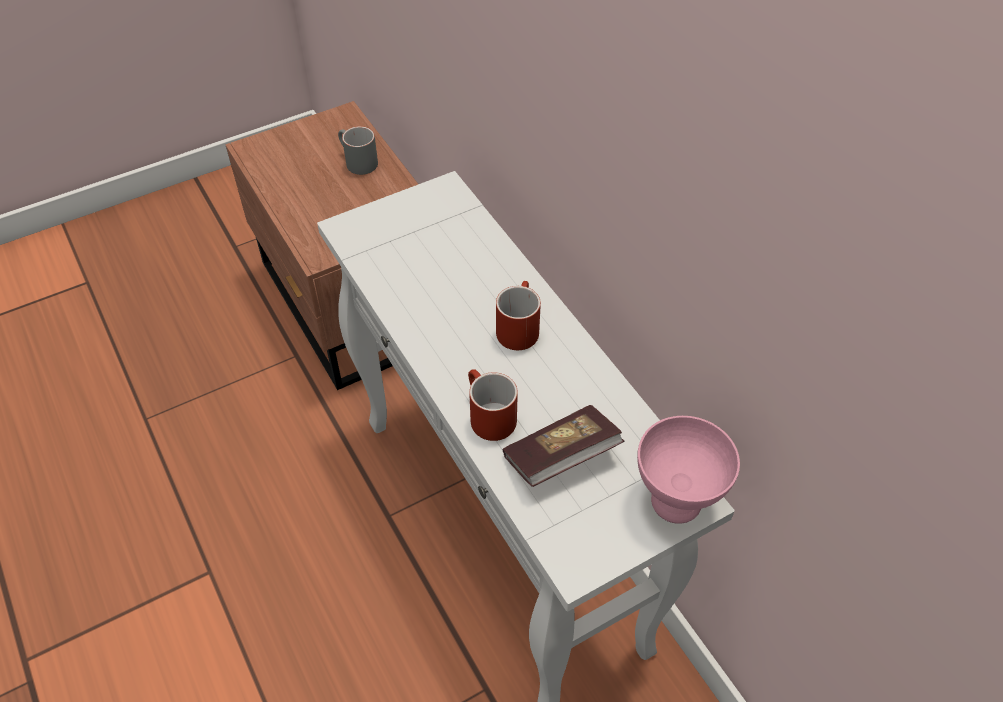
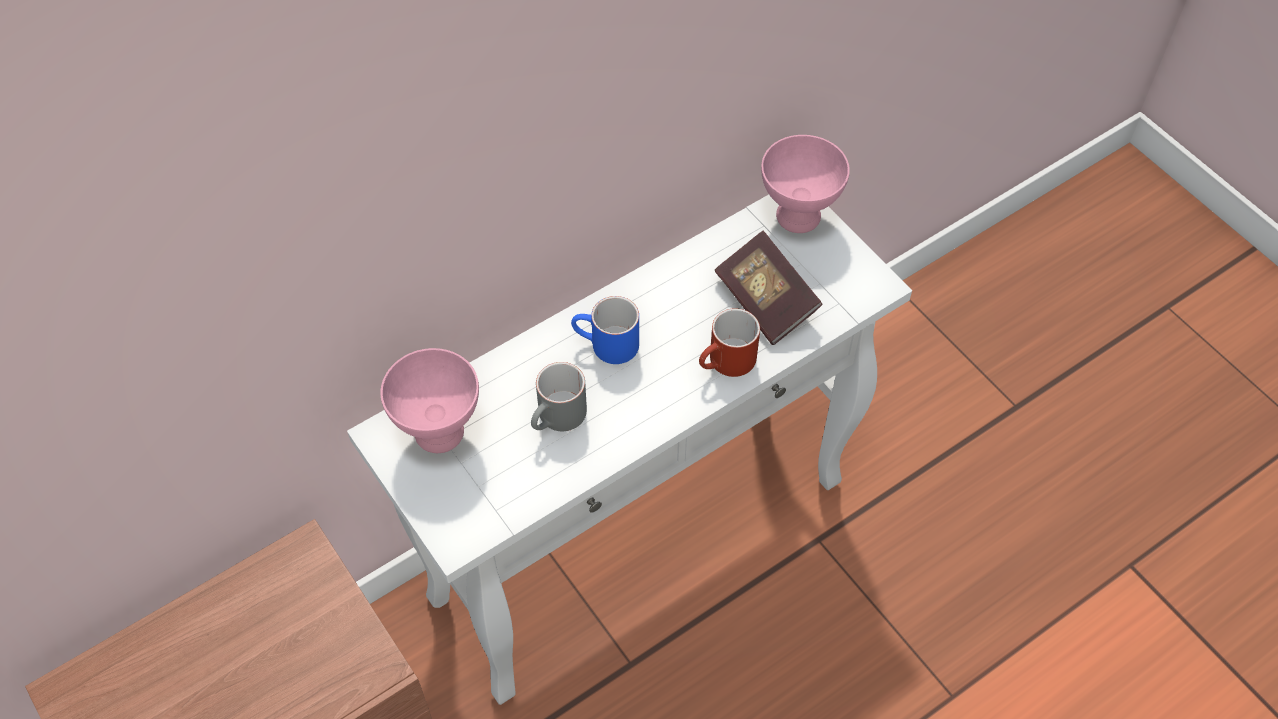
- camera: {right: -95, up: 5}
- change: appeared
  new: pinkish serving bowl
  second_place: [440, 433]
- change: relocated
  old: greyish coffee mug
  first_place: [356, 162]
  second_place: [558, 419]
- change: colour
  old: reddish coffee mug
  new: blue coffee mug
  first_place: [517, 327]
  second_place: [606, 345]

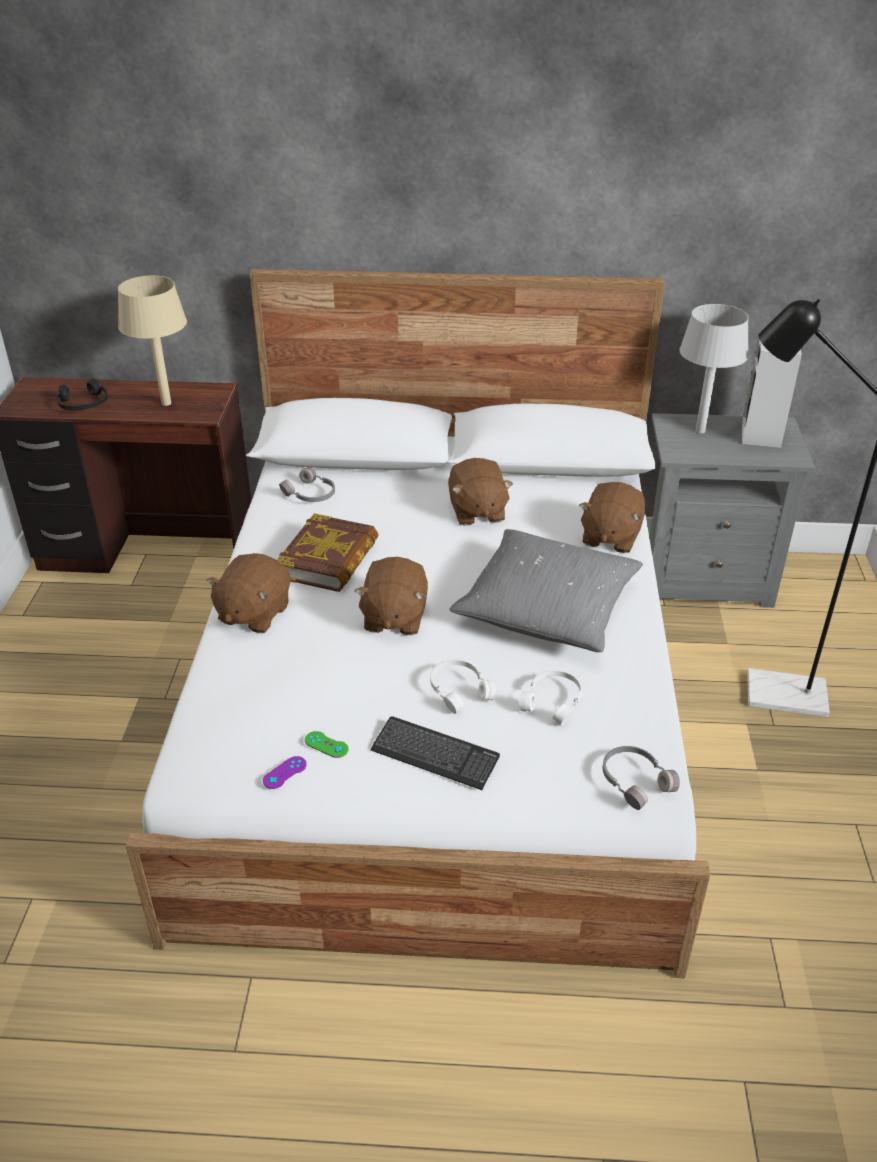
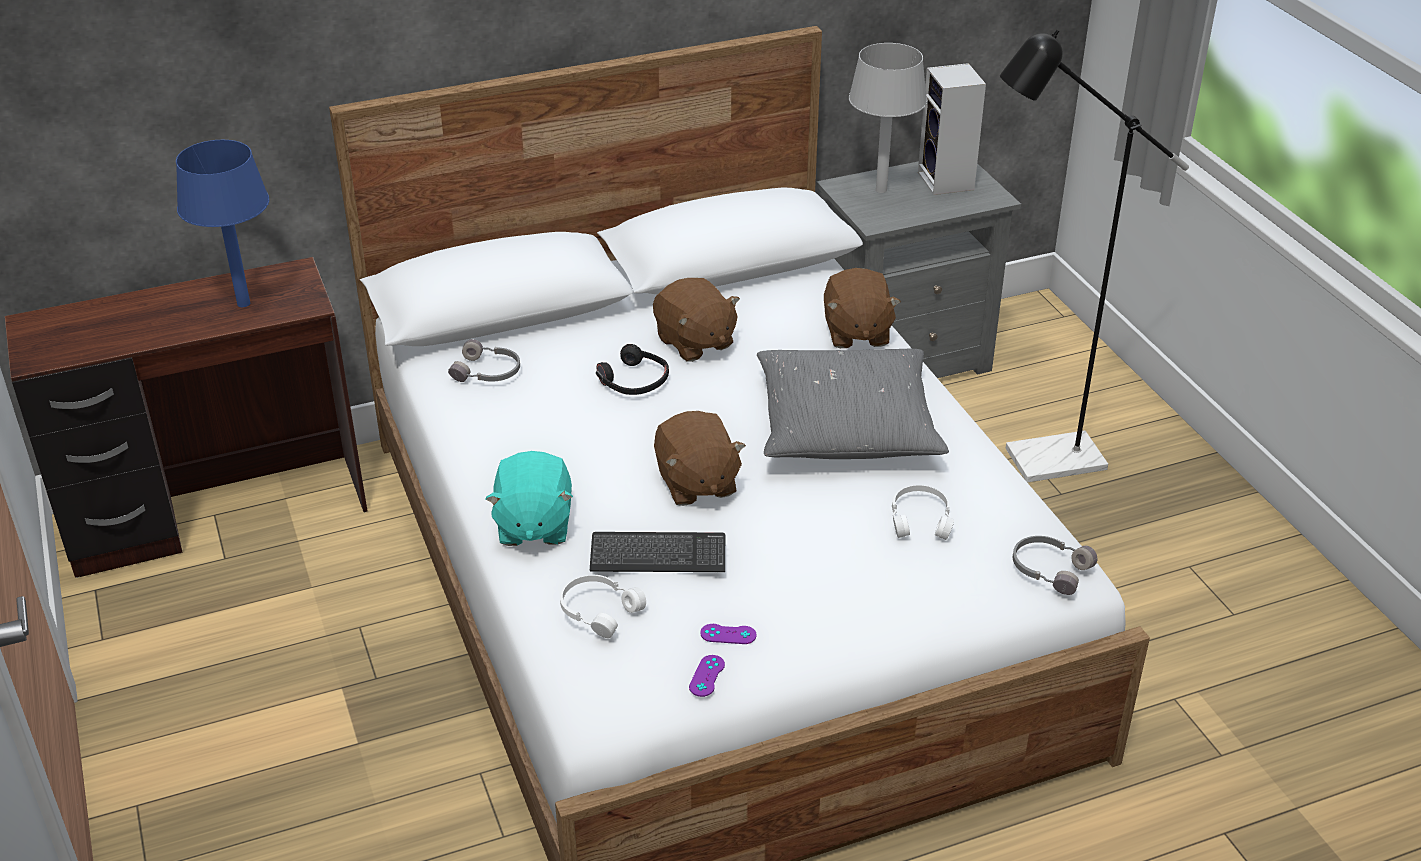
- camera: {right: -25, up: 0}
- change: missing
  old: volume
  first_place: [329, 560]
- change: relocated
  old: blackish pair of headphones
  first_place: [83, 404]
  second_place: [634, 381]
- change: relocated
  old: computer keyboard
  first_place: [435, 755]
  second_place: [658, 555]
- change: relocated
  old: white pair of headphones
  first_place: [459, 690]
  second_place: [599, 610]
- change: colour
  old: beige tabletop lamp
  new: blue tabletop lamp
  first_place: [166, 403]
  second_place: [242, 303]
- change: colour
  old: brownish plush toy
  new: turquoise plush toy
  first_place: [253, 613]
  second_place: [533, 525]
- change: colour
  old: green-coloured gamepad
  new: purple gamepad
  first_place: [326, 744]
  second_place: [728, 634]

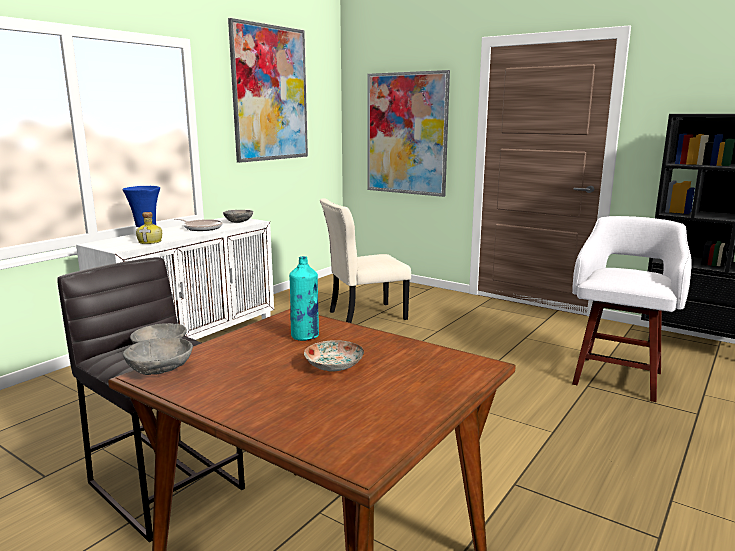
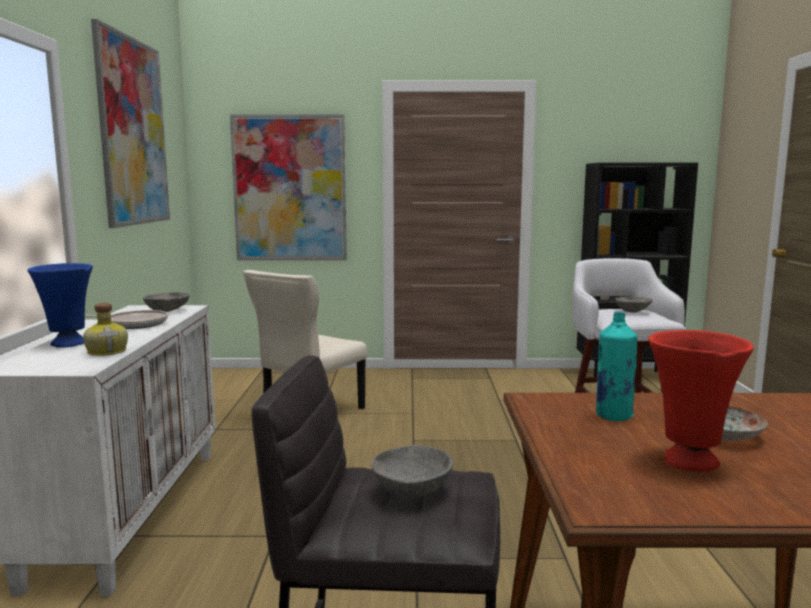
- camera: {right: -35, up: -5}
- change: appeared
  new: reddish vase
  second_place: [688, 462]
- change: relocated
  old: greyish serving bowl
  first_place: [161, 371]
  second_place: [633, 311]

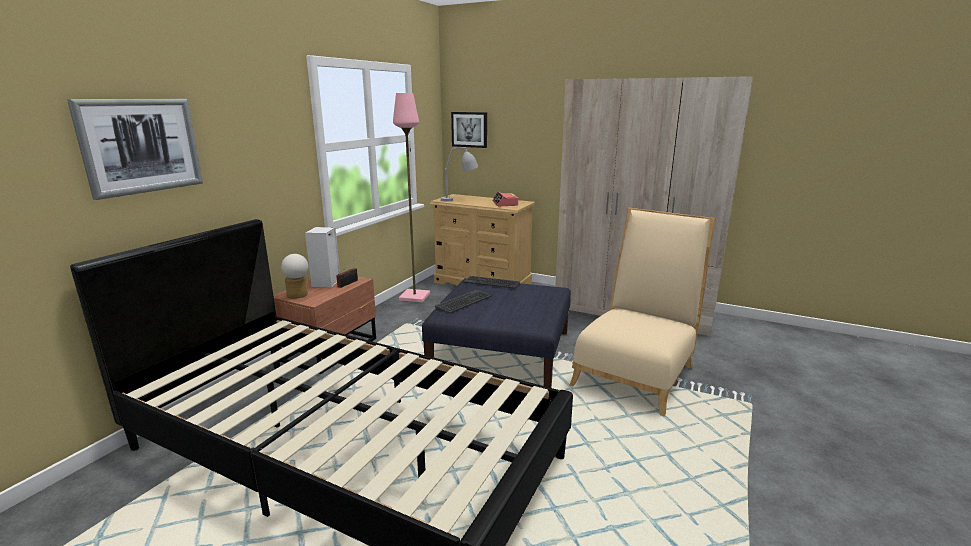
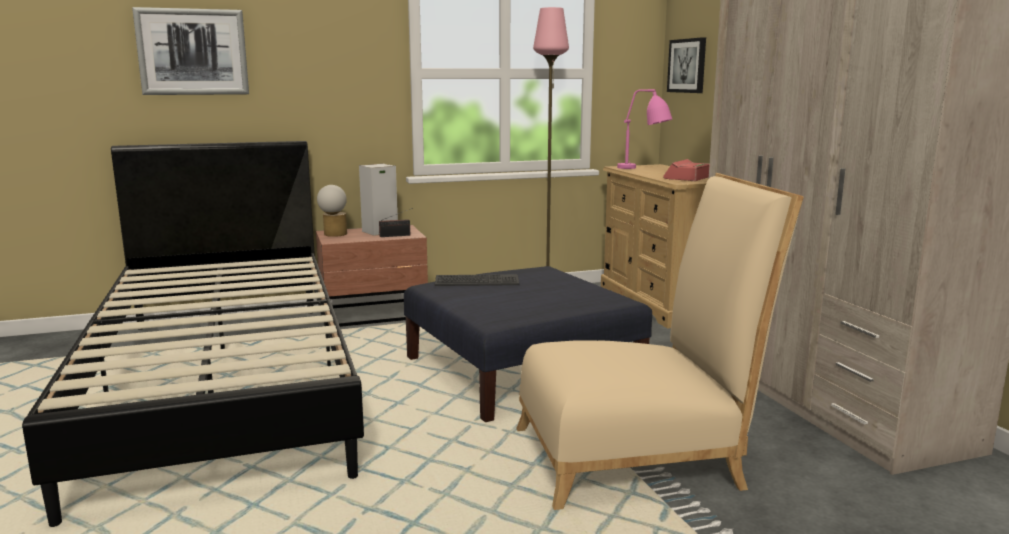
- camera: {right: 45, up: -5}
- change: missing
  old: computer keyboard
  first_place: [492, 282]
- change: colour
  old: greyish tabletop lamp
  new: pinkish tabletop lamp
  first_place: [460, 200]
  second_place: [644, 169]

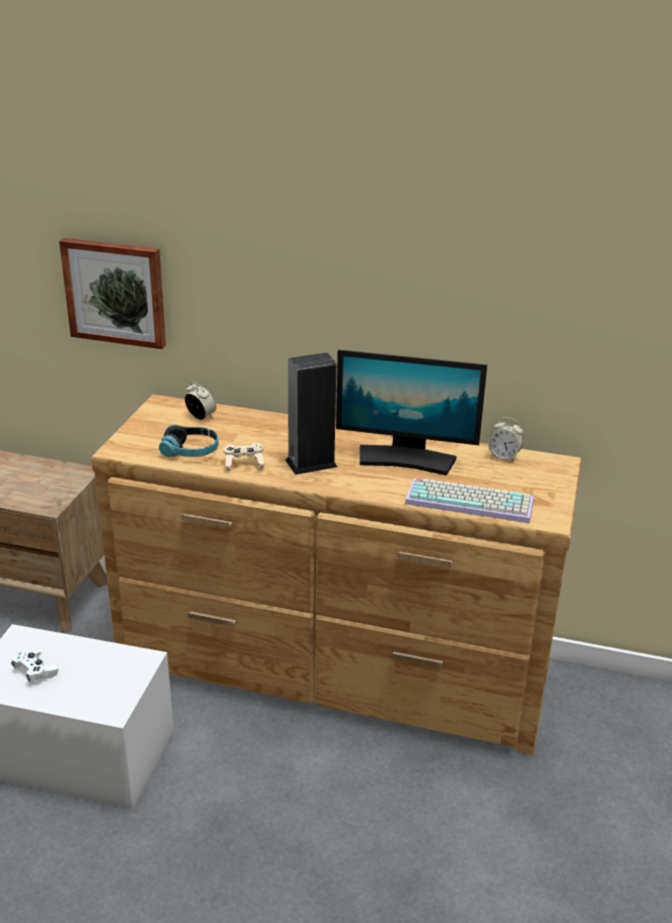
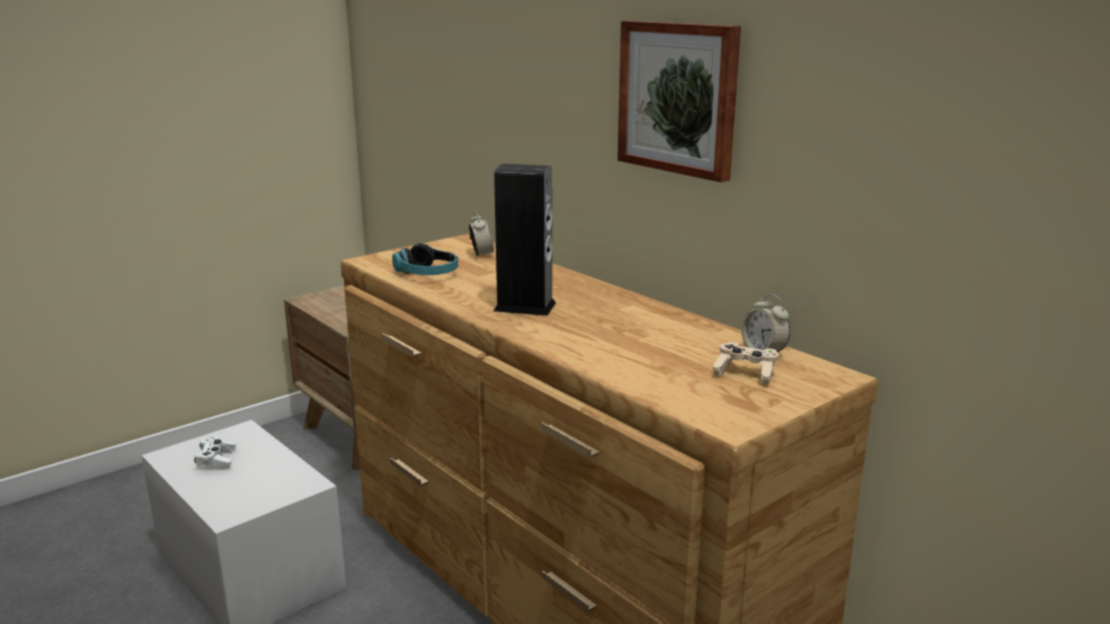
- camera: {right: 35, up: -10}
- change: missing
  old: computer screen
  first_place: [406, 459]
- change: missing
  old: computer keyboard
  first_place: [471, 501]
- change: relocated
  old: wall art
  first_place: [115, 292]
  second_place: [679, 98]
- change: relocated
  old: beige gamepad
  first_place: [244, 464]
  second_place: [745, 373]

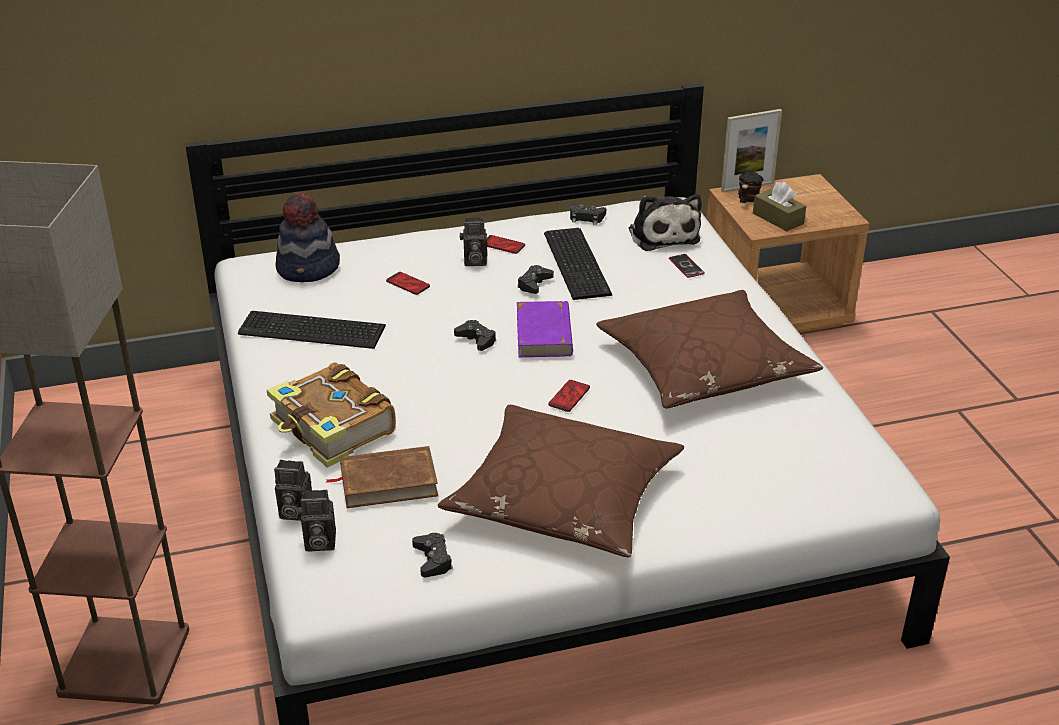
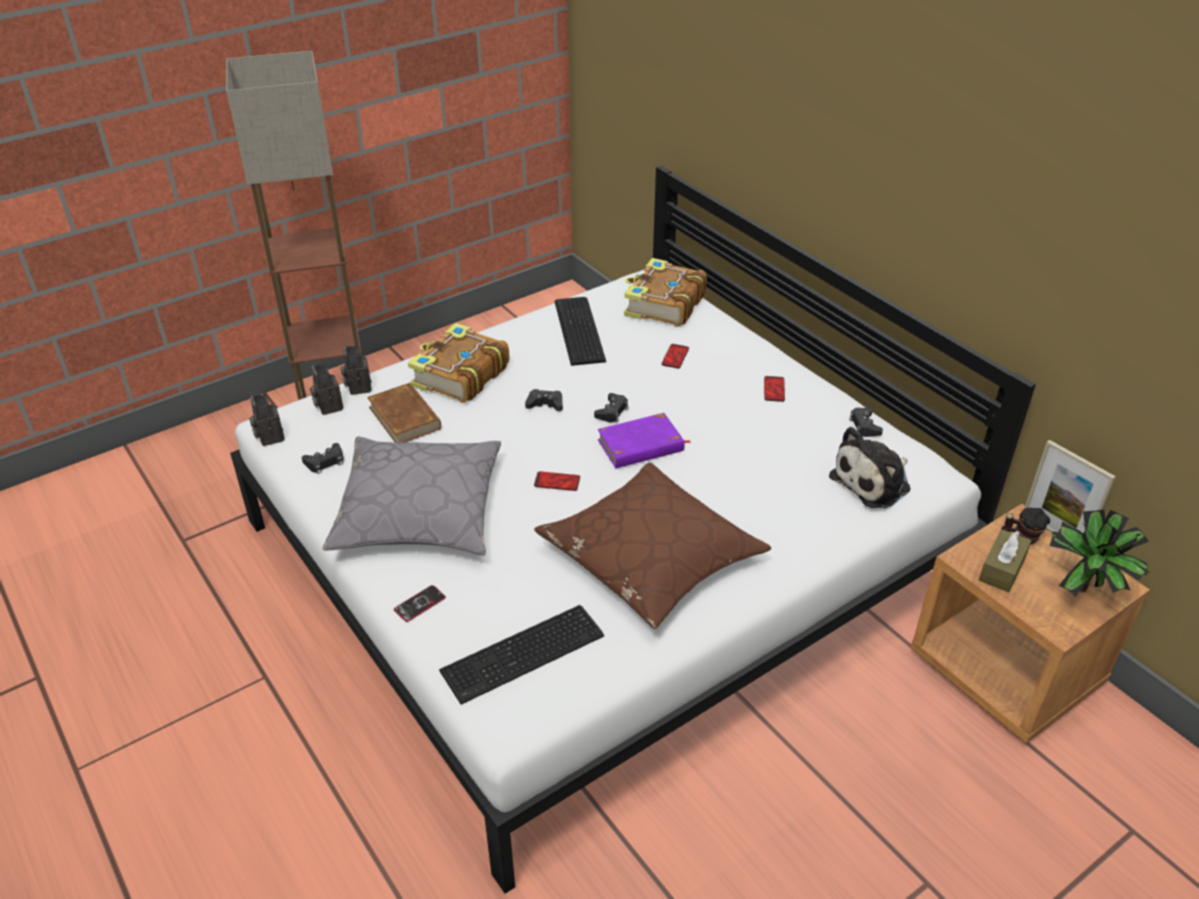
- camera: {right: 70, up: 5}
- change: appeared
  new: houseplant
  second_place: [1085, 594]
- change: relocated
  old: still camera
  first_place: [473, 261]
  second_place: [269, 436]
- change: relocated
  old: blackish gamepad
  first_place: [534, 284]
  second_place: [545, 404]
- change: relocated
  old: computer keyboard
  first_place: [578, 262]
  second_place: [526, 654]
- change: relocated
  old: phone
  first_place: [686, 266]
  second_place: [420, 604]
- change: exchanged
  old: clothing hat
  new: volume
  first_place: [309, 269]
  second_place: [663, 305]
- change: colour
  old: brownish throw pillow
  new: greyish throw pillow
  first_place: [564, 498]
  second_place: [419, 511]

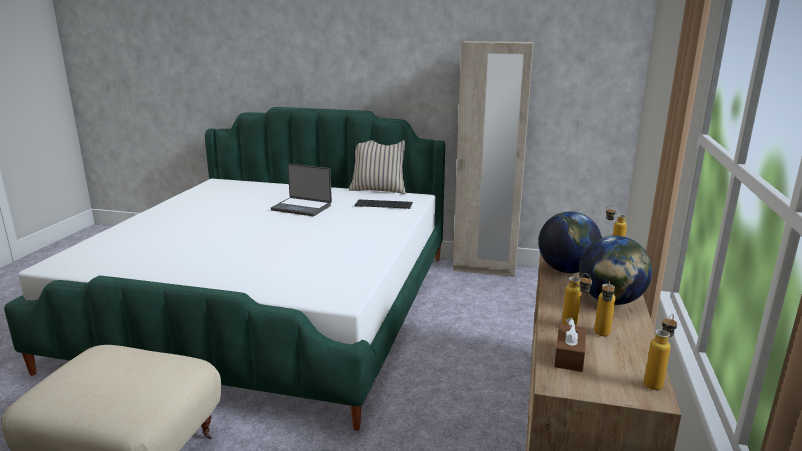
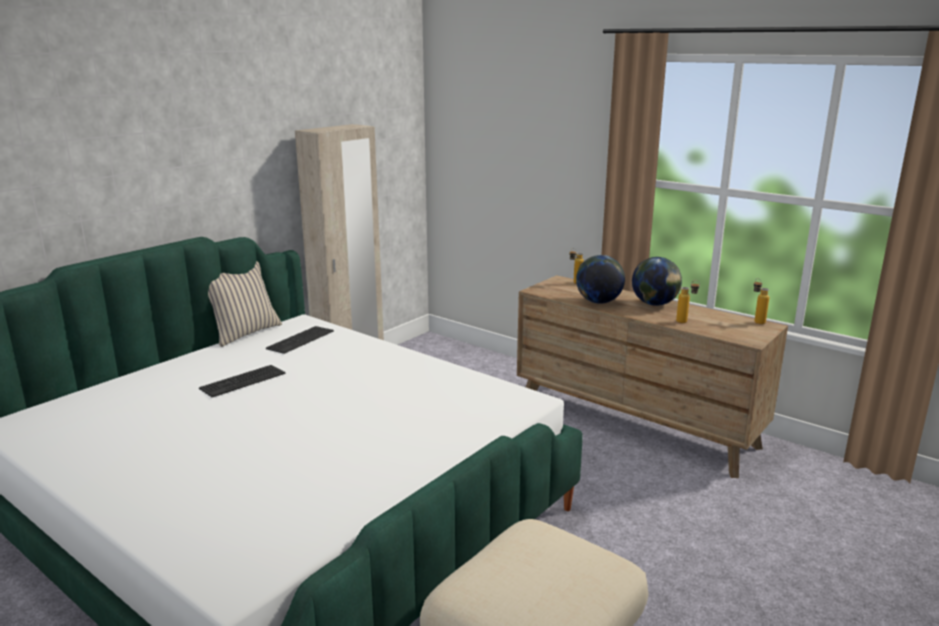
- camera: {right: -65, up: 0}
- change: missing
  old: brownish tissue holder
  first_place: [569, 356]
- change: missing
  old: drink bottle
  first_place: [601, 336]
- change: exchanged
  old: portable computer
  new: computer keyboard
  first_place: [302, 207]
  second_place: [242, 381]

